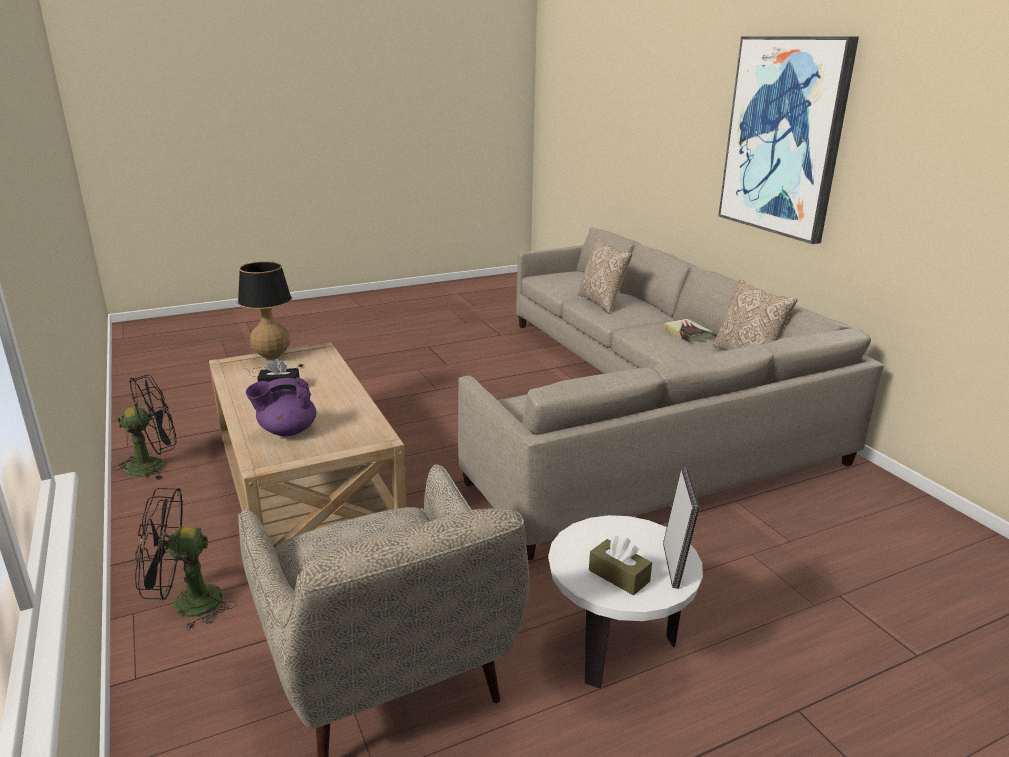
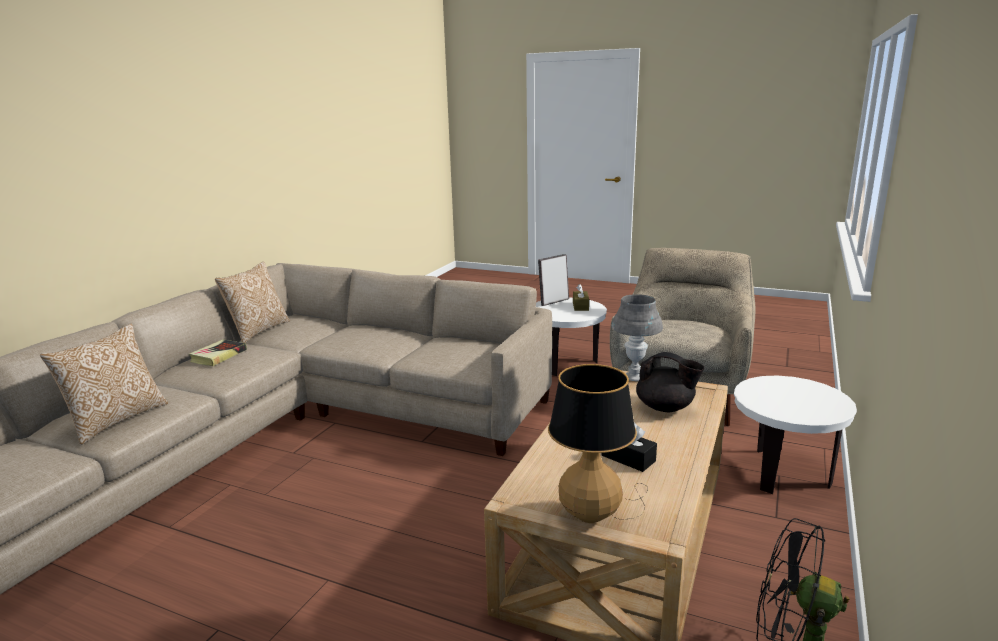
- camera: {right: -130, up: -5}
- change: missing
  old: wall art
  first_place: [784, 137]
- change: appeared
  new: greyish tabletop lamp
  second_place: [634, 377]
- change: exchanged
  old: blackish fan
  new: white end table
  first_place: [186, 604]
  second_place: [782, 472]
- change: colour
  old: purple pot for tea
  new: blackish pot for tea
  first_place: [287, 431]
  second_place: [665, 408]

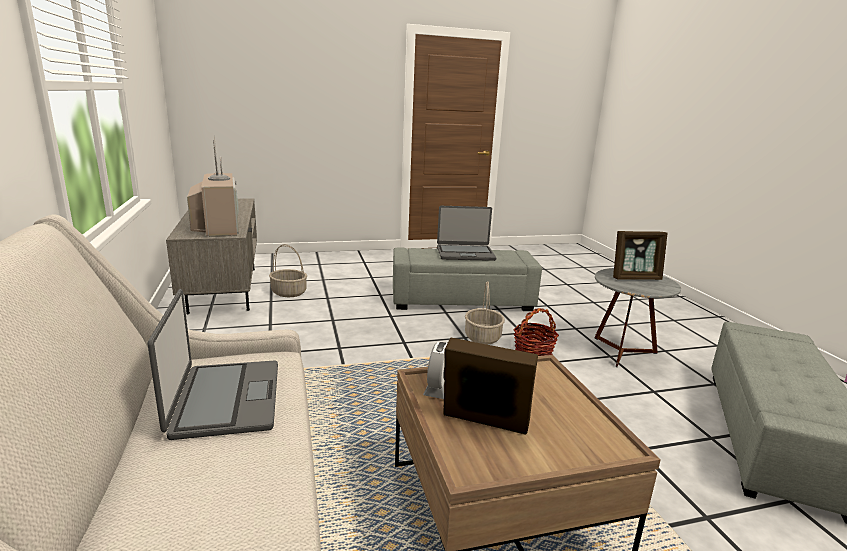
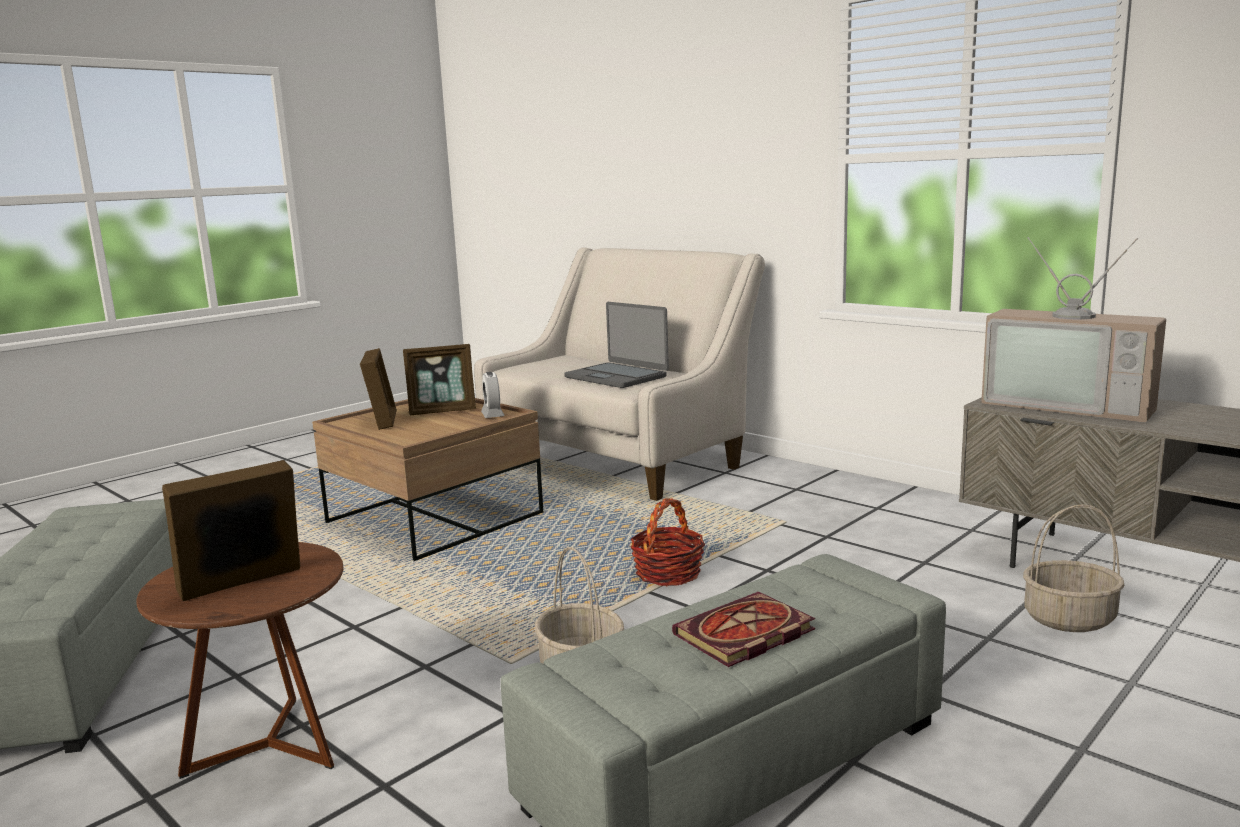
- camera: {right: 150, up: -5}
- change: appeared
  new: picture frame
  second_place: [382, 421]
- change: relocated
  old: storage basket
  first_place: [533, 350]
  second_place: [668, 573]
- change: exchanged
  old: portable computer
  new: volume
  first_place: [465, 253]
  second_place: [743, 635]
- change: colour
  old: greyish end table
  new: brownish end table
  first_place: [622, 352]
  second_place: [269, 747]

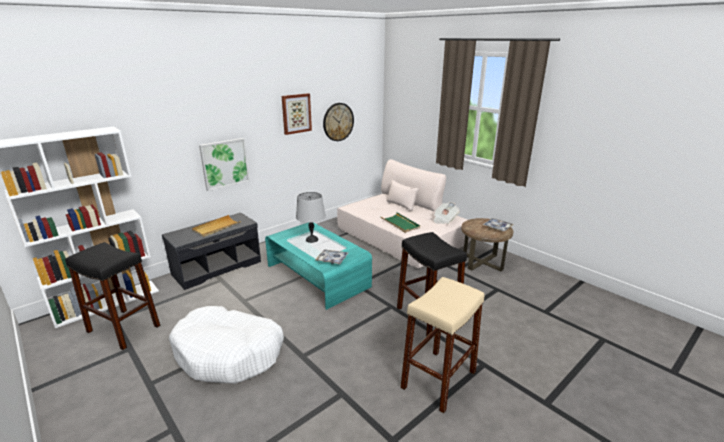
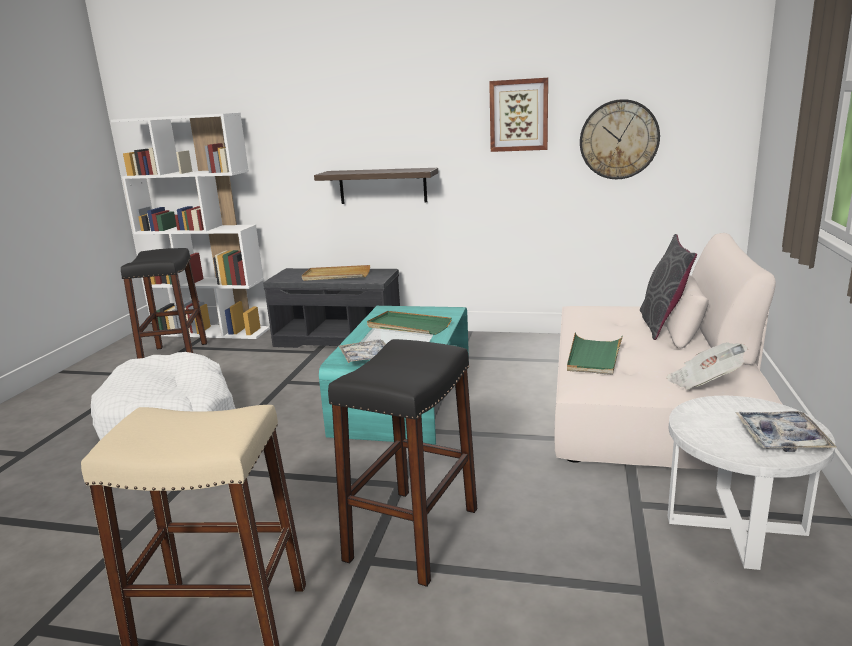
- camera: {right: 55, up: -5}
- change: appeared
  new: greyish throw pillow
  second_place: [662, 325]
- change: exchanged
  old: wall art
  new: wall shelf
  first_place: [225, 163]
  second_place: [382, 186]
- change: exchanged
  old: greyish tabletop lamp
  new: green-coloured tray
  first_place: [311, 239]
  second_place: [408, 326]
- change: colour
  old: brownish end table
  new: white end table
  first_place: [482, 262]
  second_place: [735, 525]

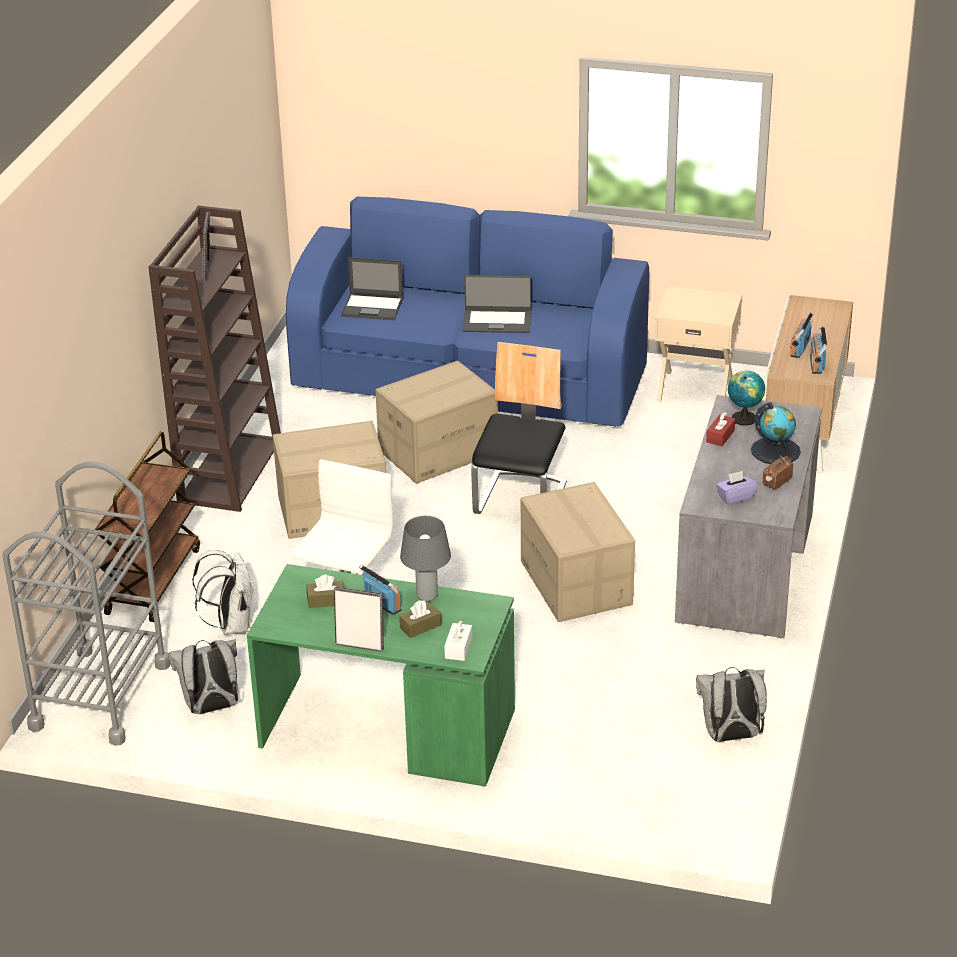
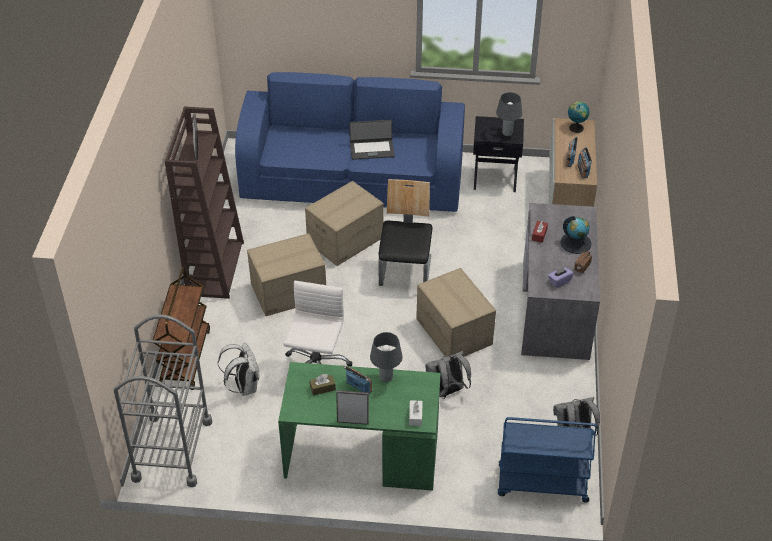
- camera: {right: -10, up: 10}
- change: missing
  old: portable computer
  first_place: [373, 307]
- change: missing
  old: brownish tissue holder
  first_place: [420, 626]
- change: appeared
  new: greyish tabletop lamp
  second_place: [507, 133]
- change: appeared
  new: blue trolley
  second_place: [541, 484]
- change: relocated
  old: greyish backpack
  first_place: [211, 708]
  second_place: [447, 391]
- change: relocated
  old: world globe
  first_place: [744, 417]
  second_place: [576, 127]
- change: colour
  old: beige end table
  new: blackish end table
  first_place: [695, 389]
  second_place: [495, 177]

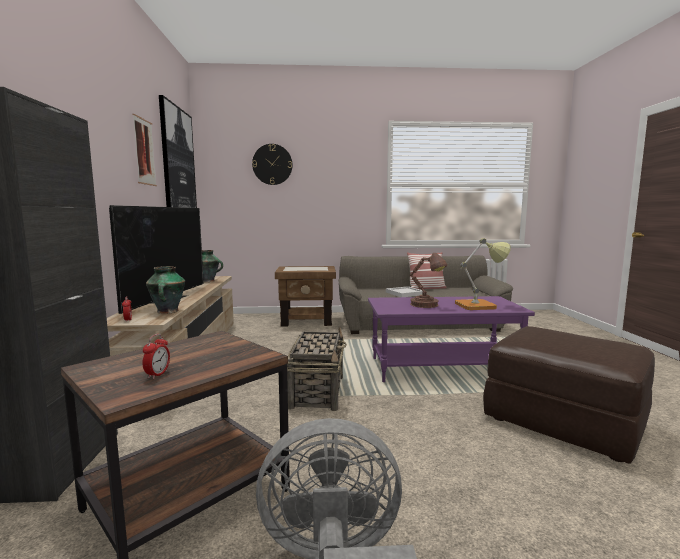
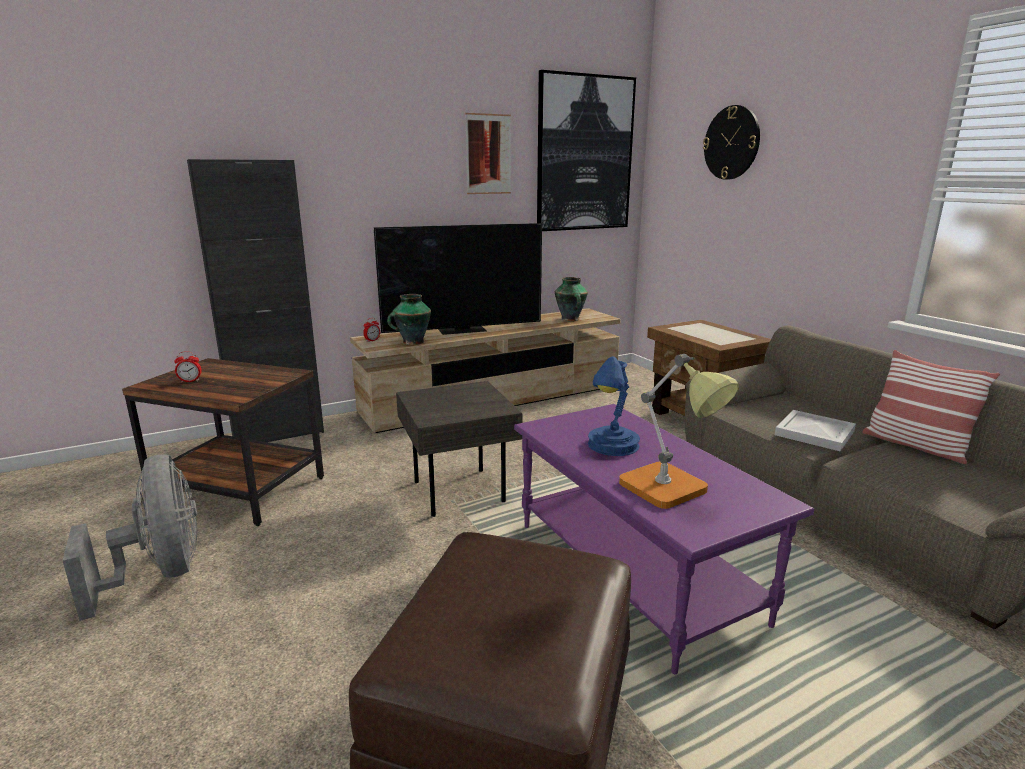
- camera: {right: 65, up: 10}
- change: exchanged
  old: storage basket
  new: greyish end table
  first_place: [317, 391]
  second_place: [460, 490]
- change: colour
  old: brownish tabletop lamp
  new: blue tabletop lamp
  first_place: [426, 305]
  second_place: [612, 446]

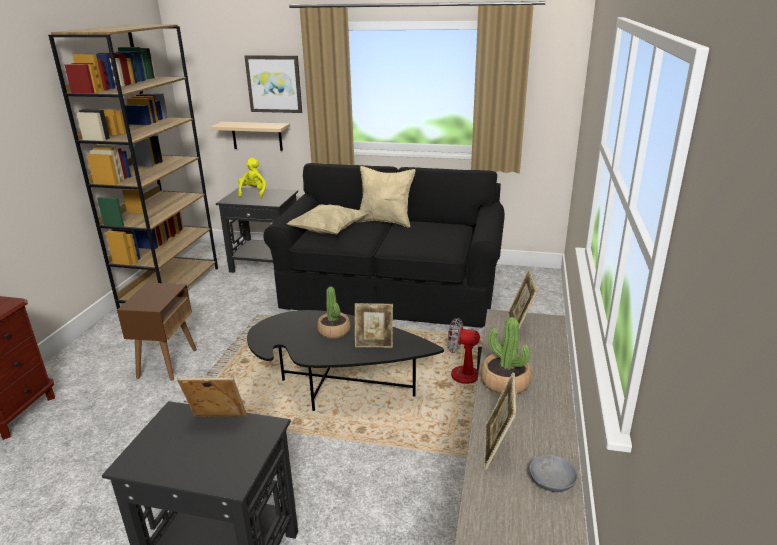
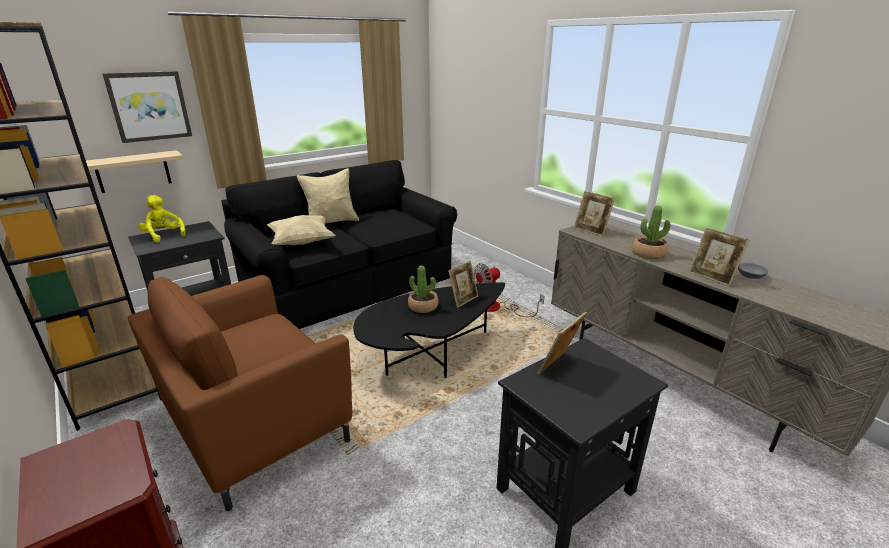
- camera: {right: -50, up: 0}
- change: exchanged
  old: brownish end table
  new: brownish easy chair
  first_place: [167, 363]
  second_place: [254, 429]

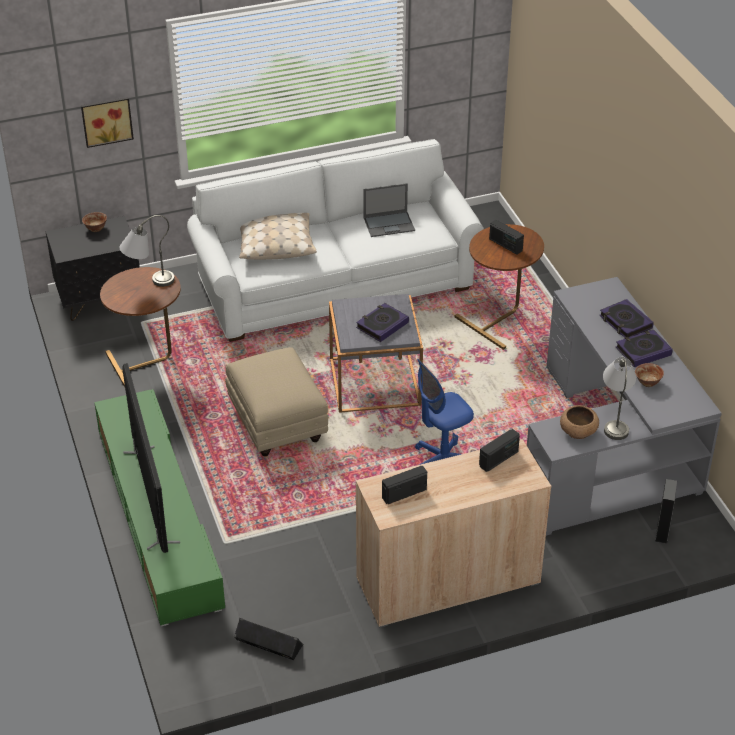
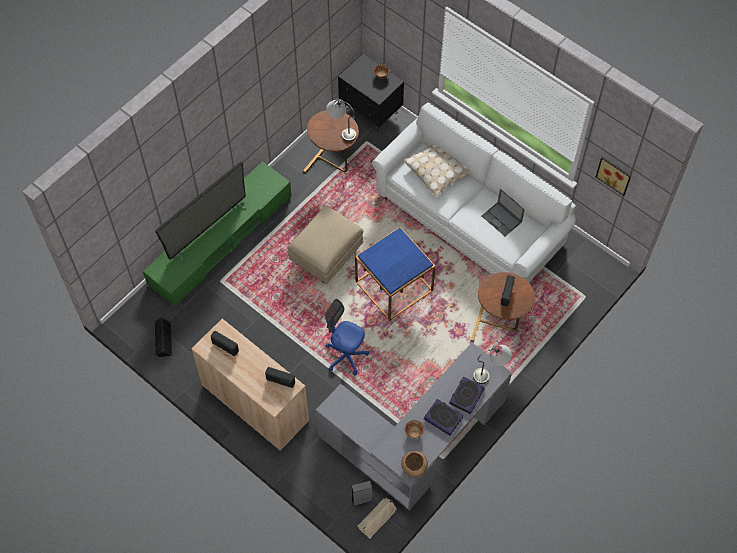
- camera: {right: 60, up: 20}
- change: missing
  old: volume
  first_place: [382, 325]
- change: appeared
  new: beige speaker
  second_place: [376, 518]
- change: relocated
  old: wall art
  first_place: [106, 120]
  second_place: [614, 174]
- change: relocated
  old: brownish serving bowl
  first_place: [578, 432]
  second_place: [414, 467]
- change: relocated
  old: greyish tabletop lamp
  first_place: [615, 419]
  second_place: [491, 372]
- change: colour
  old: greyish end table
  new: blue end table
  first_place: [375, 382]
  second_place: [394, 286]

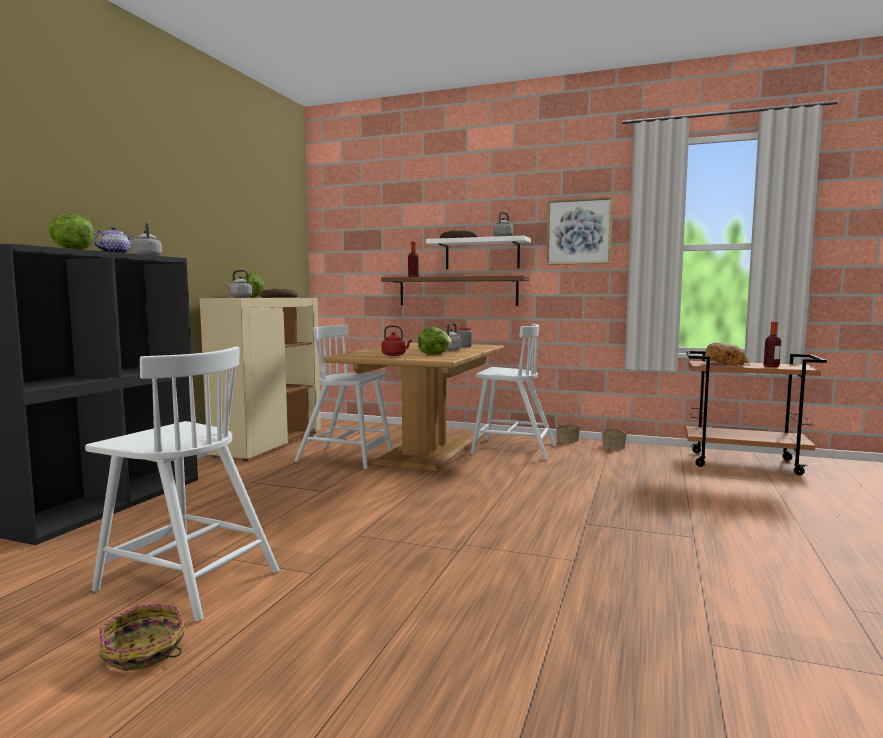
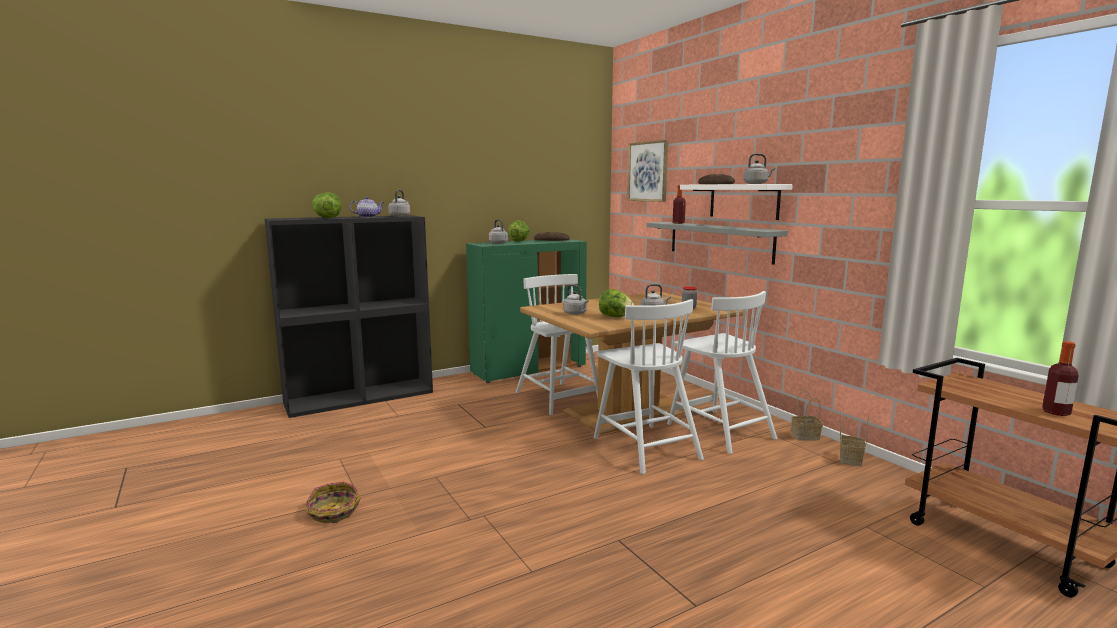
- camera: {right: 40, up: 5}
- change: missing
  old: bread
  first_place: [727, 364]
- change: relocated
  old: white upright chair
  first_place: [186, 580]
  second_place: [645, 447]
- change: relocated
  old: storage basket
  first_place: [144, 652]
  second_place: [333, 512]
- change: relocated
  old: wall art
  first_place: [578, 231]
  second_place: [648, 171]
- change: colour
  old: beige cabinet
  new: green-coloured cabinet
  first_place: [268, 443]
  second_place: [529, 370]
- change: colour
  old: brownish wall shelf
  new: greyish wall shelf
  first_place: [457, 291]
  second_place: [719, 241]
- change: colour
  old: reddish water kettle
  new: greyish water kettle
  first_place: [395, 355]
  second_place: [576, 313]

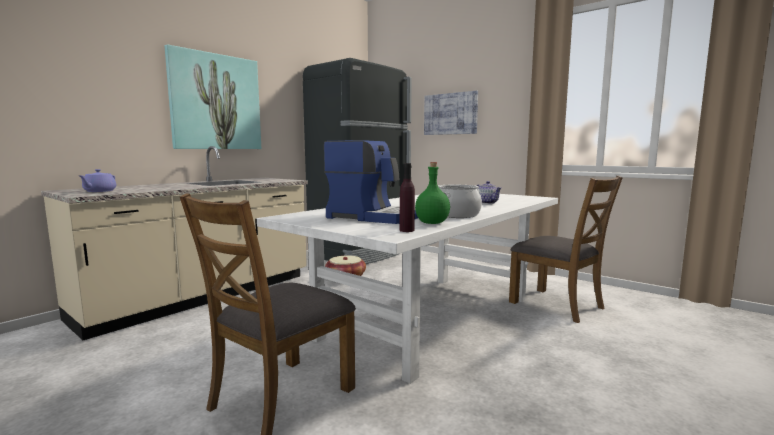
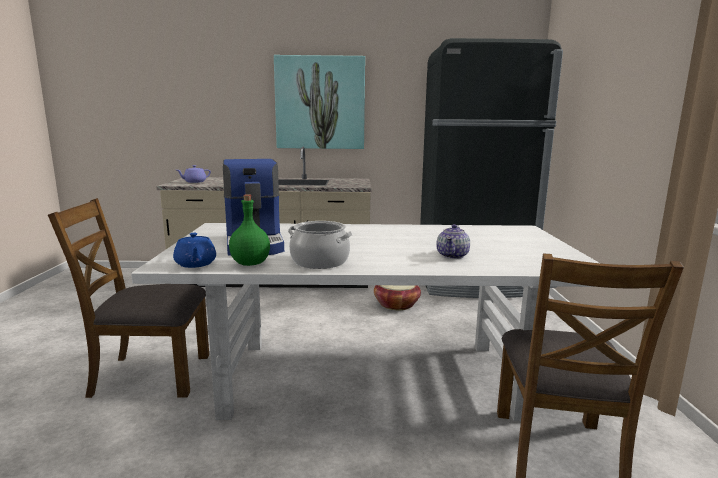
- camera: {right: 50, up: 5}
- change: missing
  old: wall art
  first_place: [450, 114]
- change: exchanged
  old: purple drink bottle
  new: blue pot for tea
  first_place: [406, 230]
  second_place: [195, 264]

